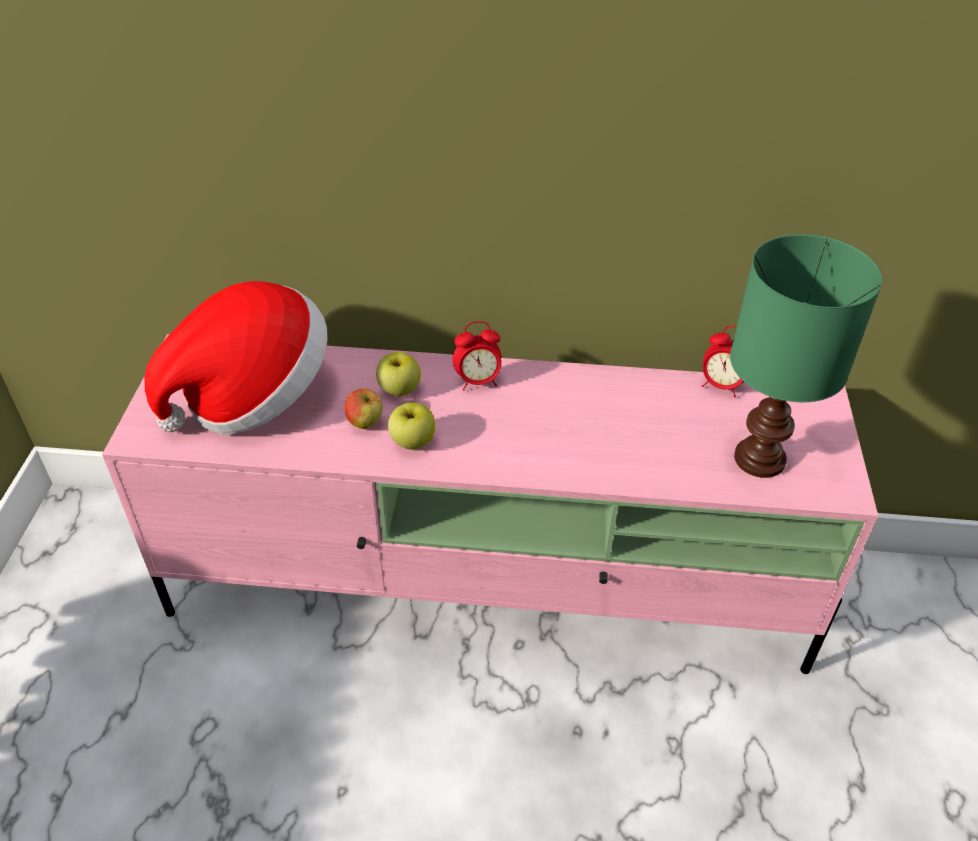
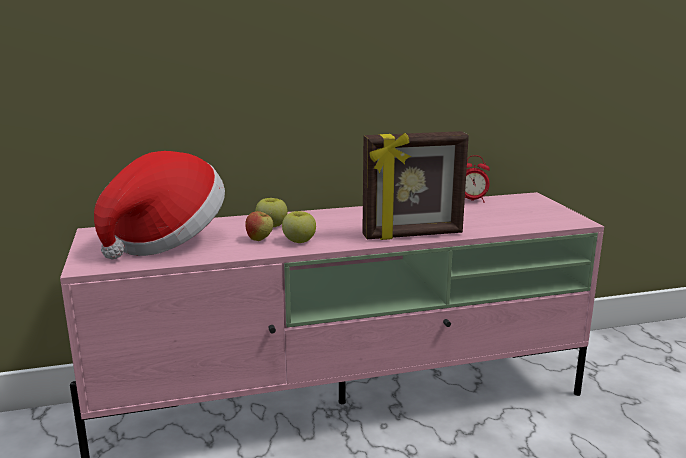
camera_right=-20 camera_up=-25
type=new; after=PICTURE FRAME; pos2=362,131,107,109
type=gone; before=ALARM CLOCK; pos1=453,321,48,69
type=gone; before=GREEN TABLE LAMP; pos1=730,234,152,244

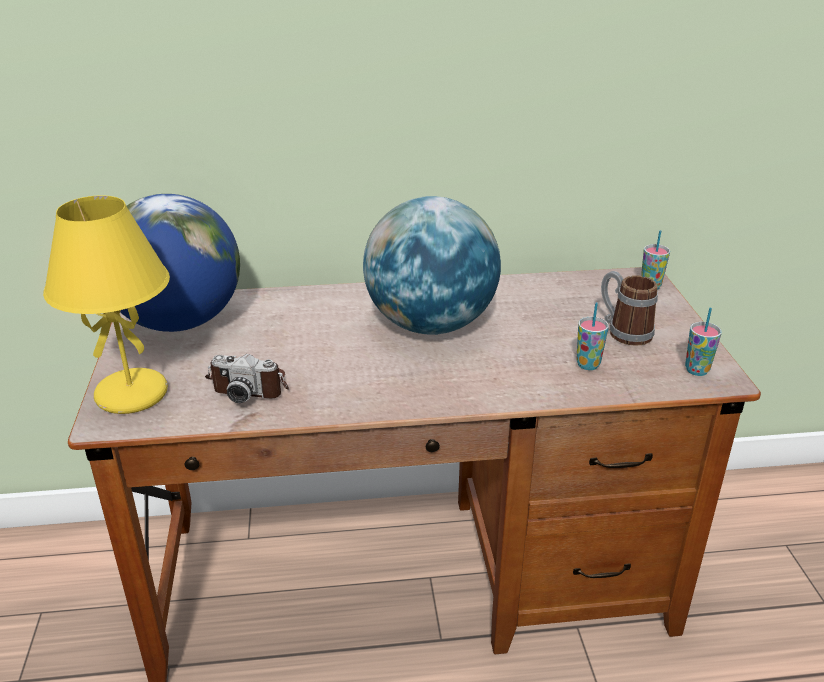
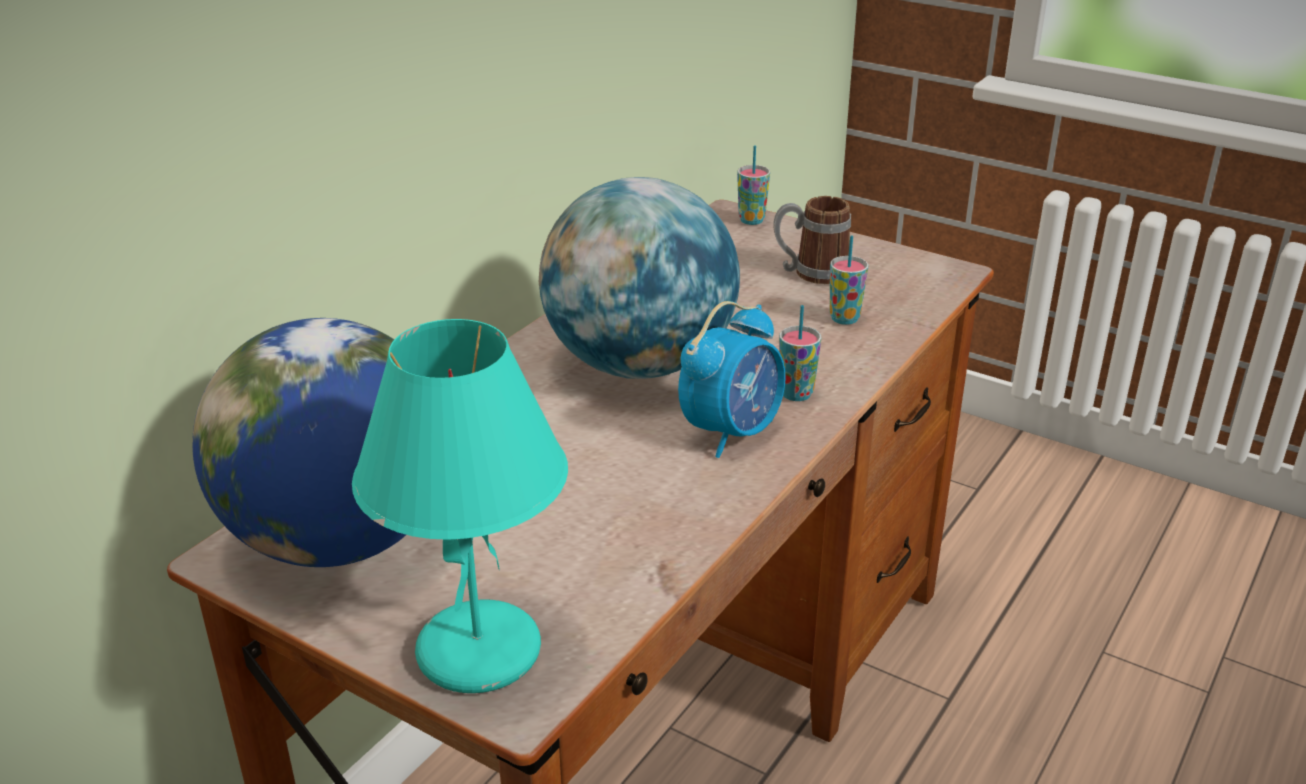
camera_right=-50 camera_up=0
type=repainted; before=YELLOW TABLE LAMP; after=TURQUOISE TABLE LAMP; pos1=43,196,127,218; pos2=352,319,216,374
type=new; after=ALARM CLOCK; pos2=678,301,108,157
type=shifted; before=CUP; pos1=685,308,37,68; pos2=779,305,42,96
type=gone; before=PHOTO CAMERA; pos1=205,354,84,49

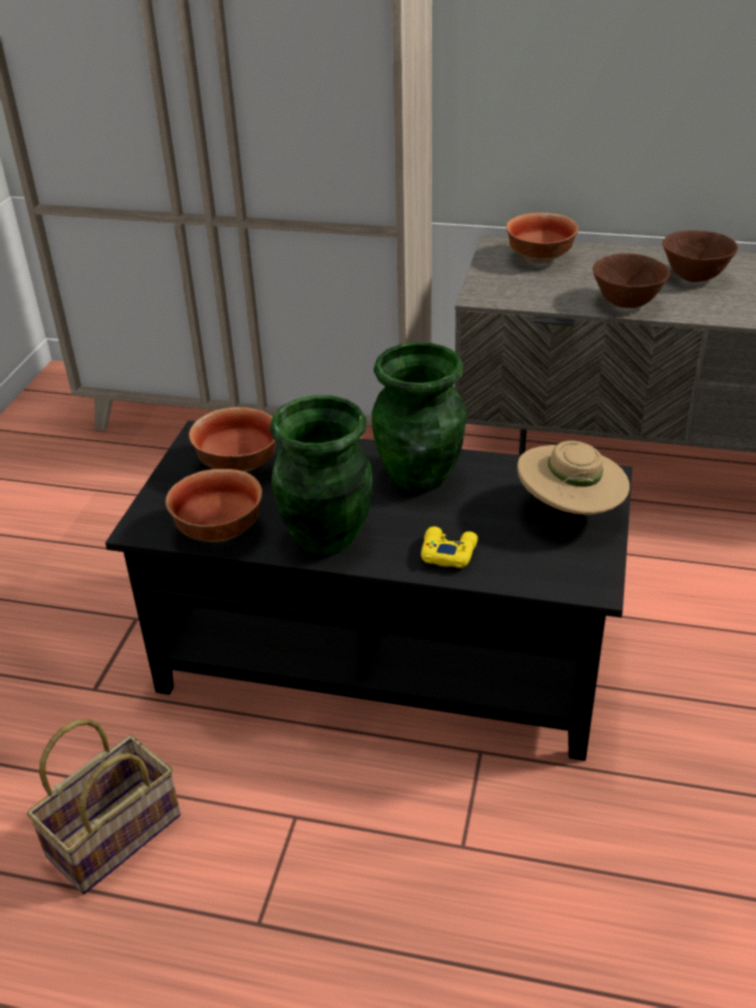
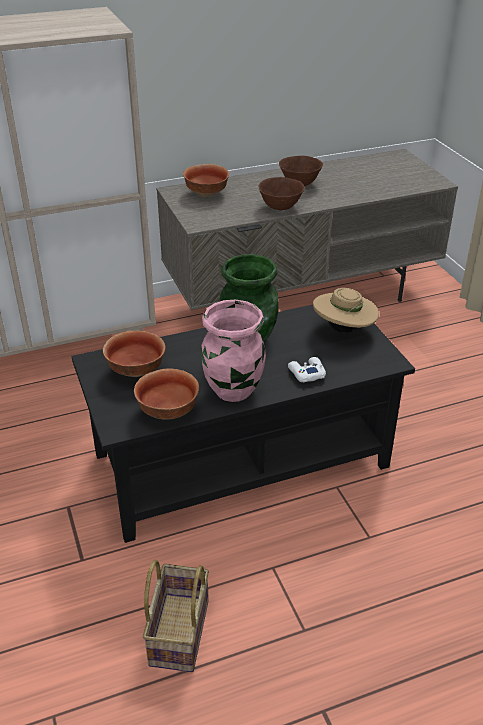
camera_right=-35 camera_up=0
type=repainted; before=GREEN VASE; after=PINK VASE; pos1=270,395,103,159; pos2=201,300,65,102
type=repainted; before=YELLOW GAME CONTROLLER; after=WHITE GAME CONTROLLER; pos1=421,527,57,41; pos2=288,357,38,25

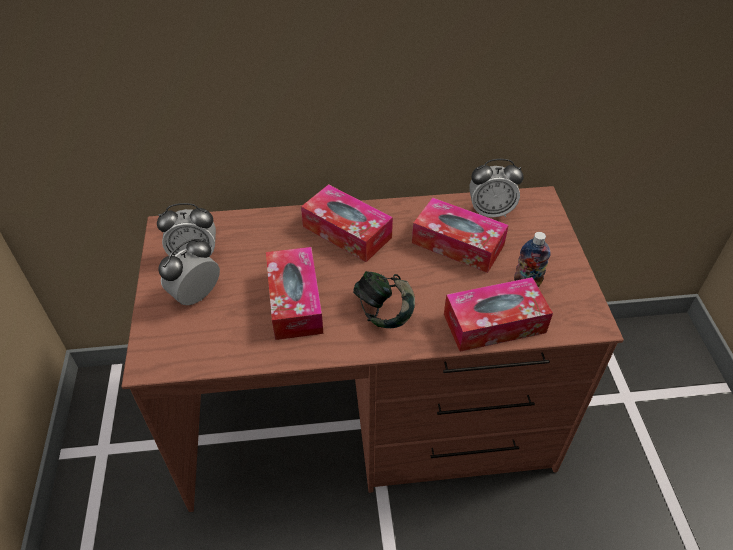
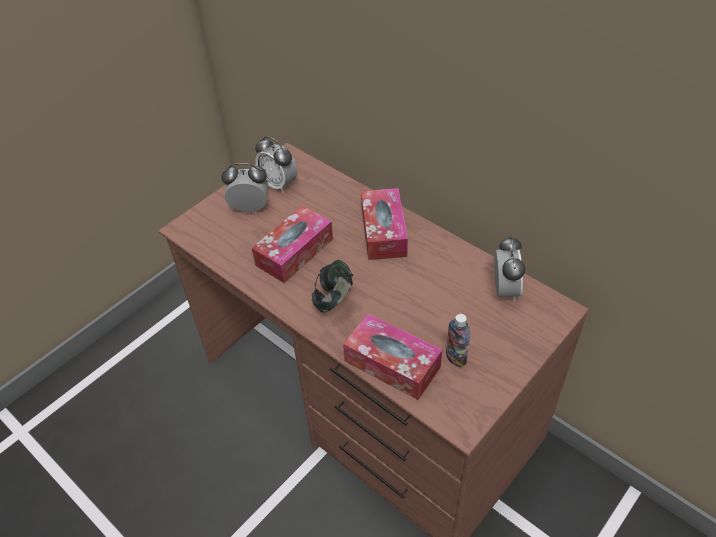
camera_right=50 camera_up=0
type=rotated; before=ALARM CLOCK; pos1=469,159,55,58; pos2=494,236,31,65; turn=-135
type=gone; before=TISSUE BOX; pos1=412,197,97,76

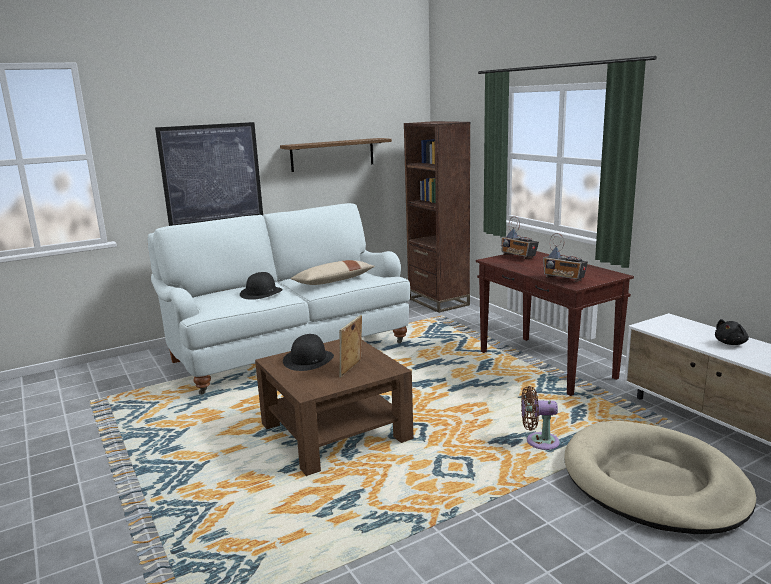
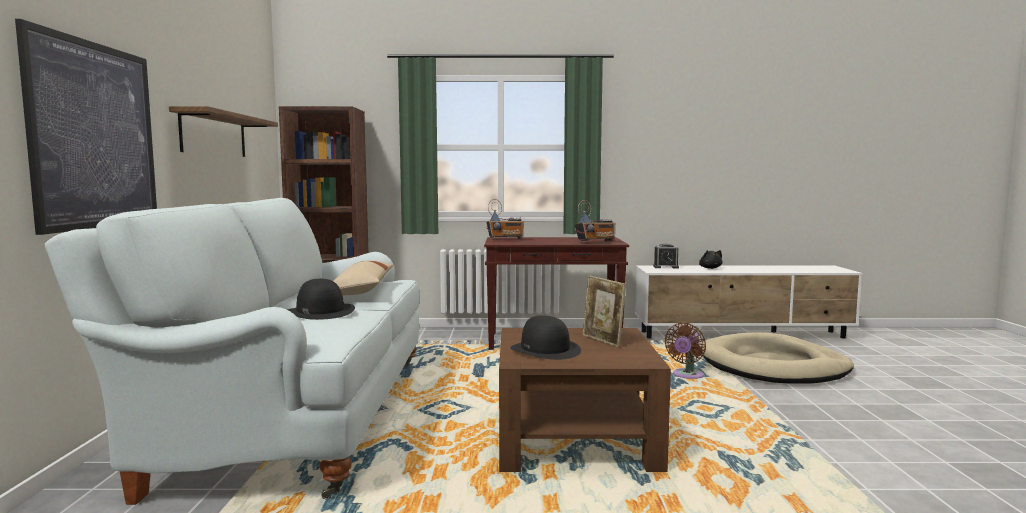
camera_right=-60 camera_up=-10
type=new; after=ALARM CLOCK; pos2=653,244,26,25

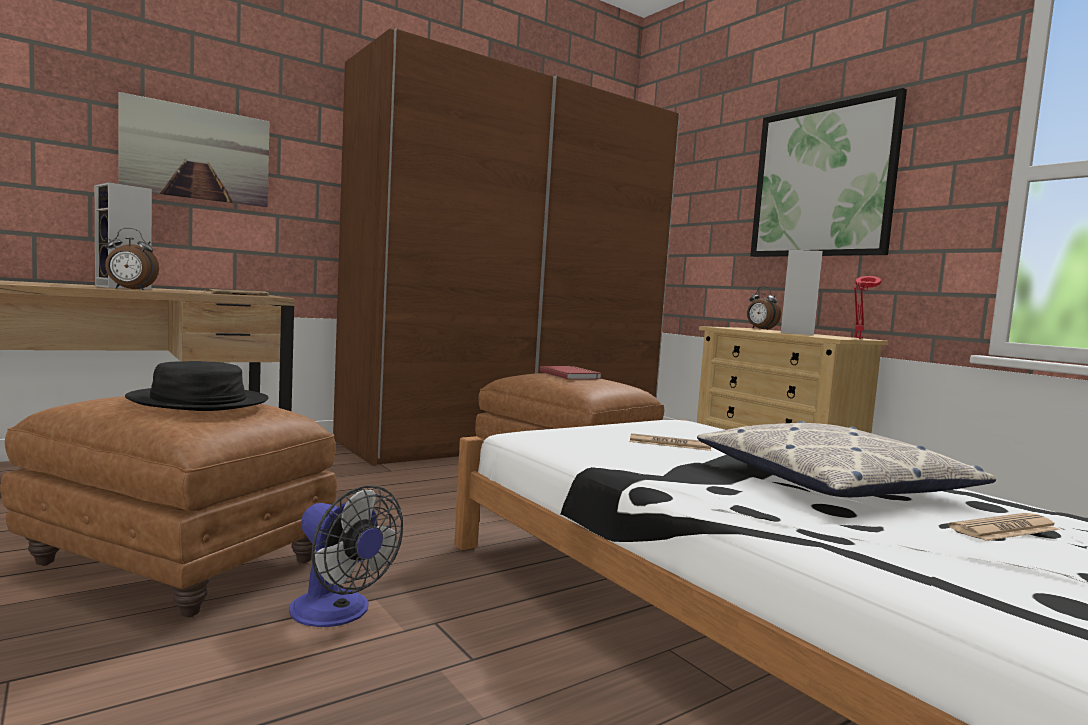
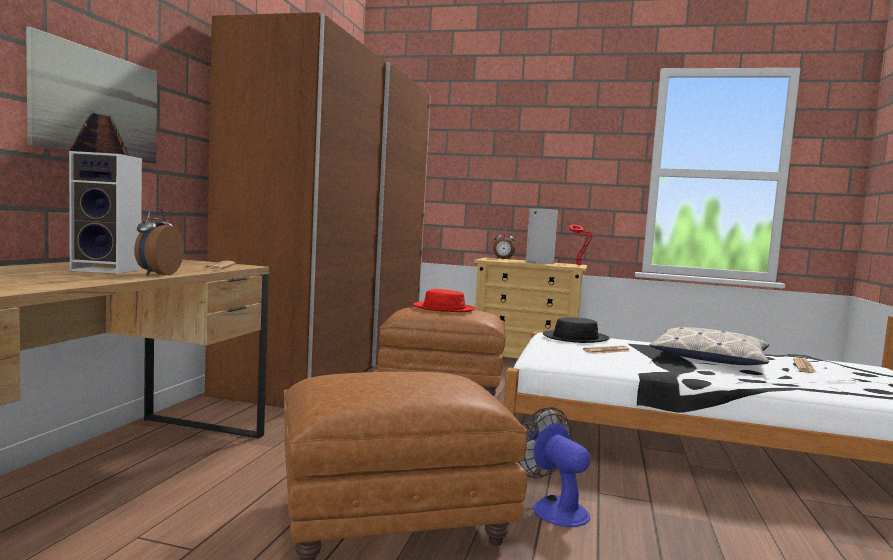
camera_right=-40 camera_up=0
type=rotated; before=ALARM CLOCK; pos1=105,228,54,62; pos2=134,207,50,69; turn=150
type=swapped; before=RED BOOK; after=RED HAT; pos1=540,366,62,13; pos2=413,289,63,23
type=rotated; before=FAN; pos1=289,485,114,142; pos2=518,407,72,120; turn=-120
type=shifted; before=BLACK HAT; pos1=125,361,144,50; pos2=543,317,67,26
type=gone; before=PICTURE; pos1=750,88,157,169

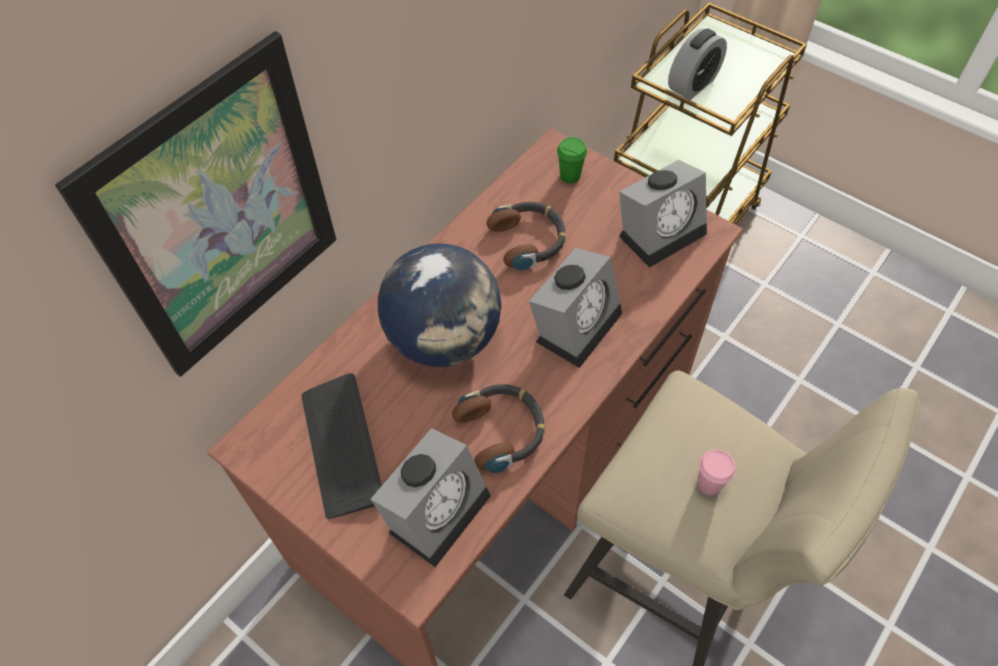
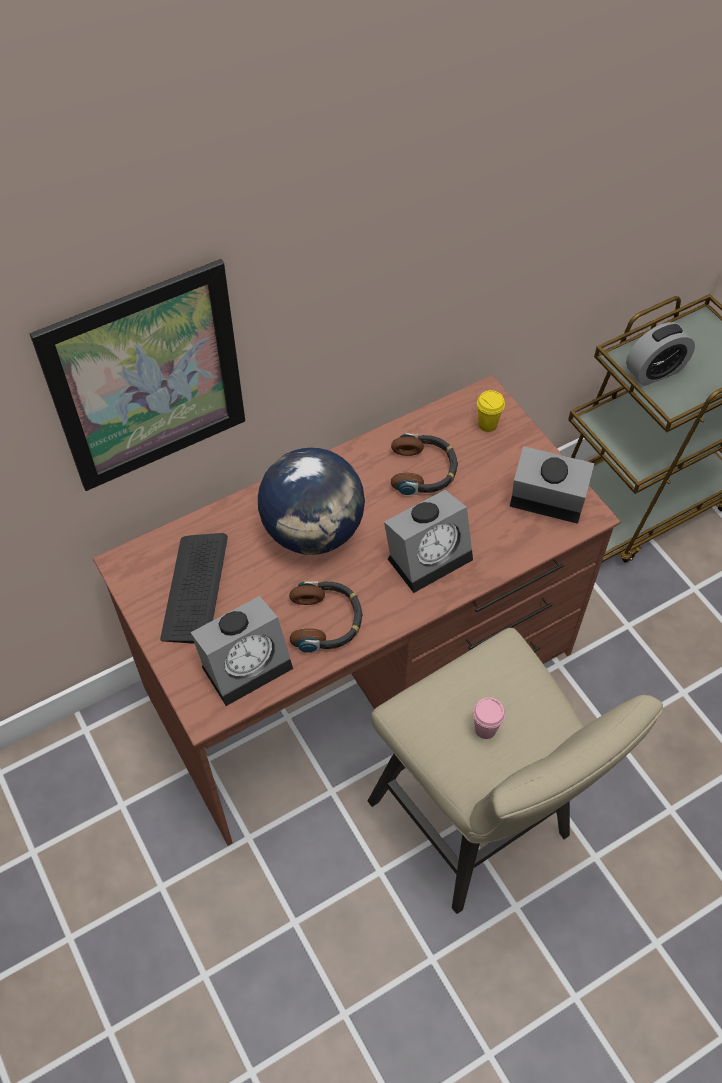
camera_right=20 camera_up=0
type=repainted; before=GREEN CUP; after=YELLOW CUP; pos1=557,137,30,46; pos2=477,390,28,42
type=rotated; before=ALARM CLOCK; pos1=619,160,88,107; pos2=510,446,84,78; turn=-150

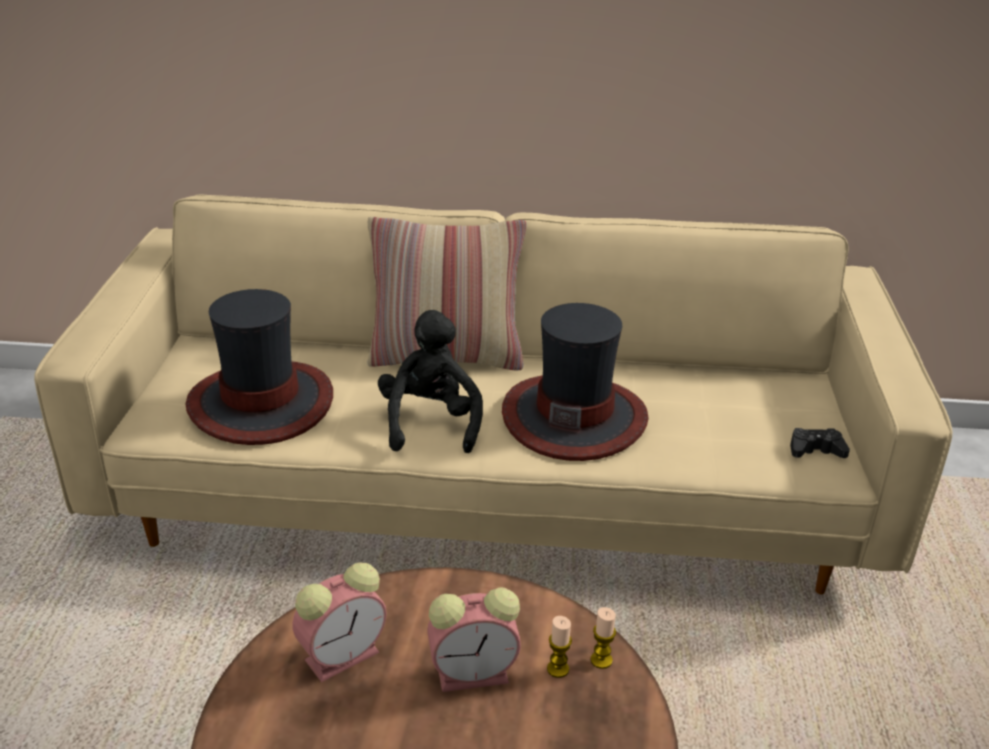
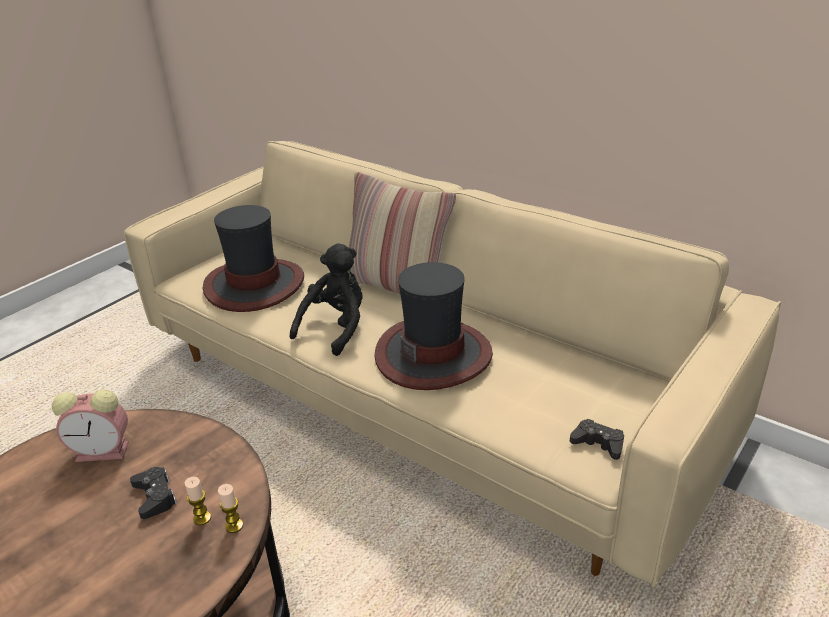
camera_right=35 camera_up=0
type=swapped; before=ALARM CLOCK; after=BLACK GAME CONTROLLER; pos1=427,587,94,105; pos2=130,467,47,52

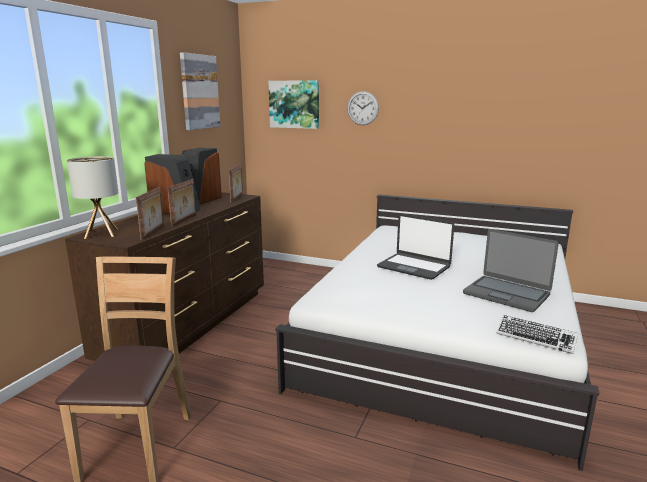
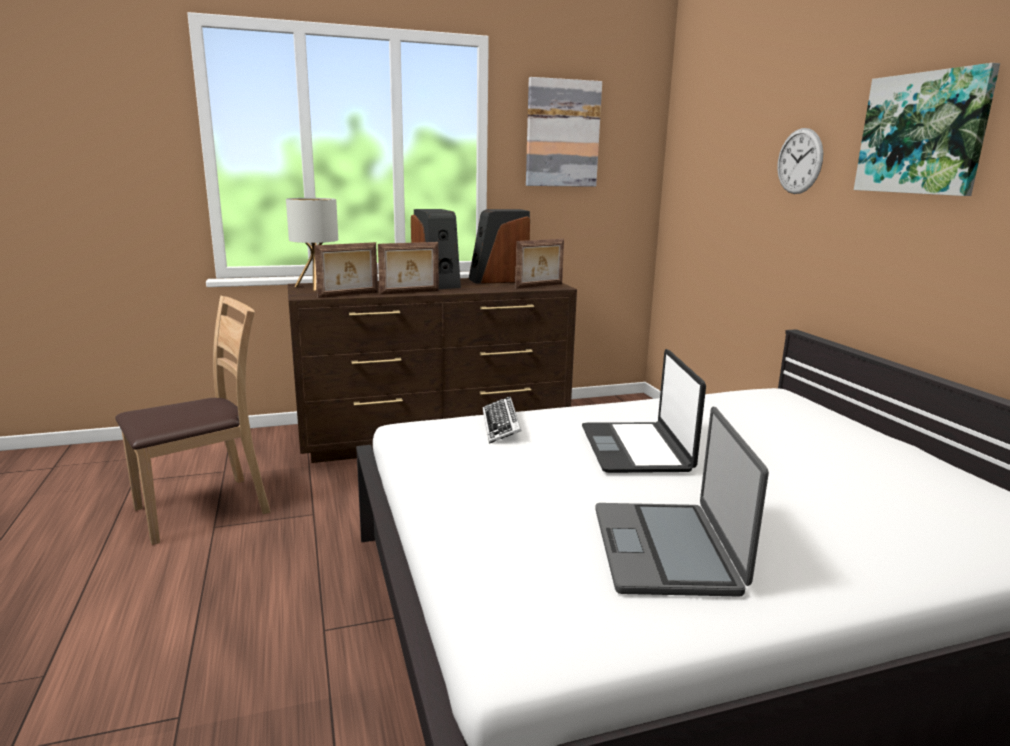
camera_right=50 camera_up=0
type=shifted; before=KEYBOARD; pos1=497,315,81,39; pos2=483,397,39,47
type=shifted; before=PICTURE; pos1=268,80,51,49; pos2=854,63,146,133

